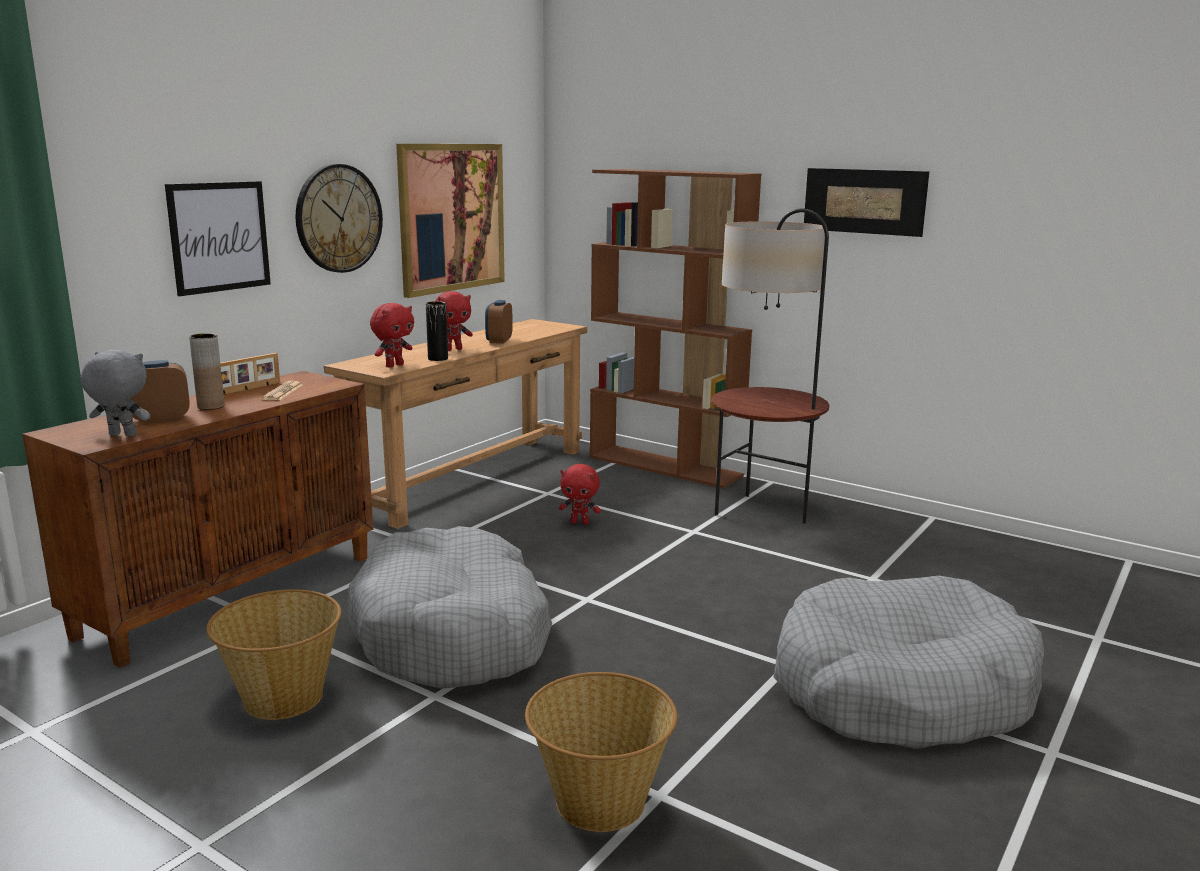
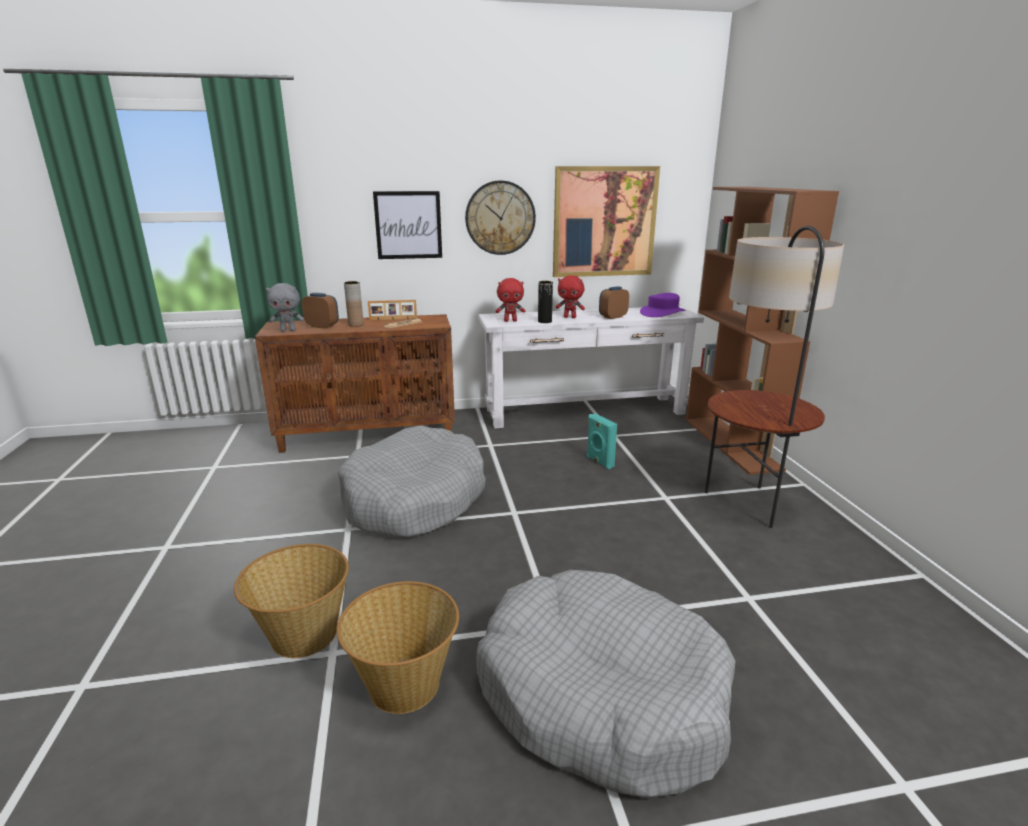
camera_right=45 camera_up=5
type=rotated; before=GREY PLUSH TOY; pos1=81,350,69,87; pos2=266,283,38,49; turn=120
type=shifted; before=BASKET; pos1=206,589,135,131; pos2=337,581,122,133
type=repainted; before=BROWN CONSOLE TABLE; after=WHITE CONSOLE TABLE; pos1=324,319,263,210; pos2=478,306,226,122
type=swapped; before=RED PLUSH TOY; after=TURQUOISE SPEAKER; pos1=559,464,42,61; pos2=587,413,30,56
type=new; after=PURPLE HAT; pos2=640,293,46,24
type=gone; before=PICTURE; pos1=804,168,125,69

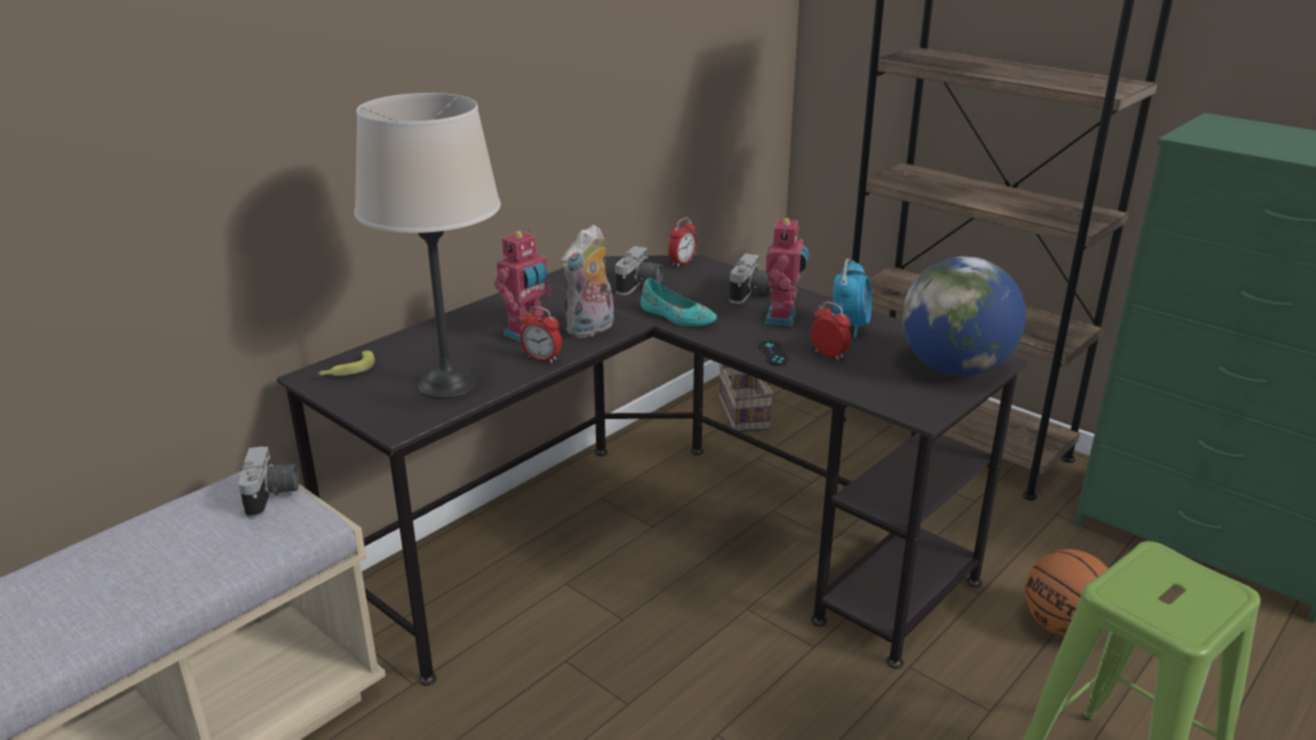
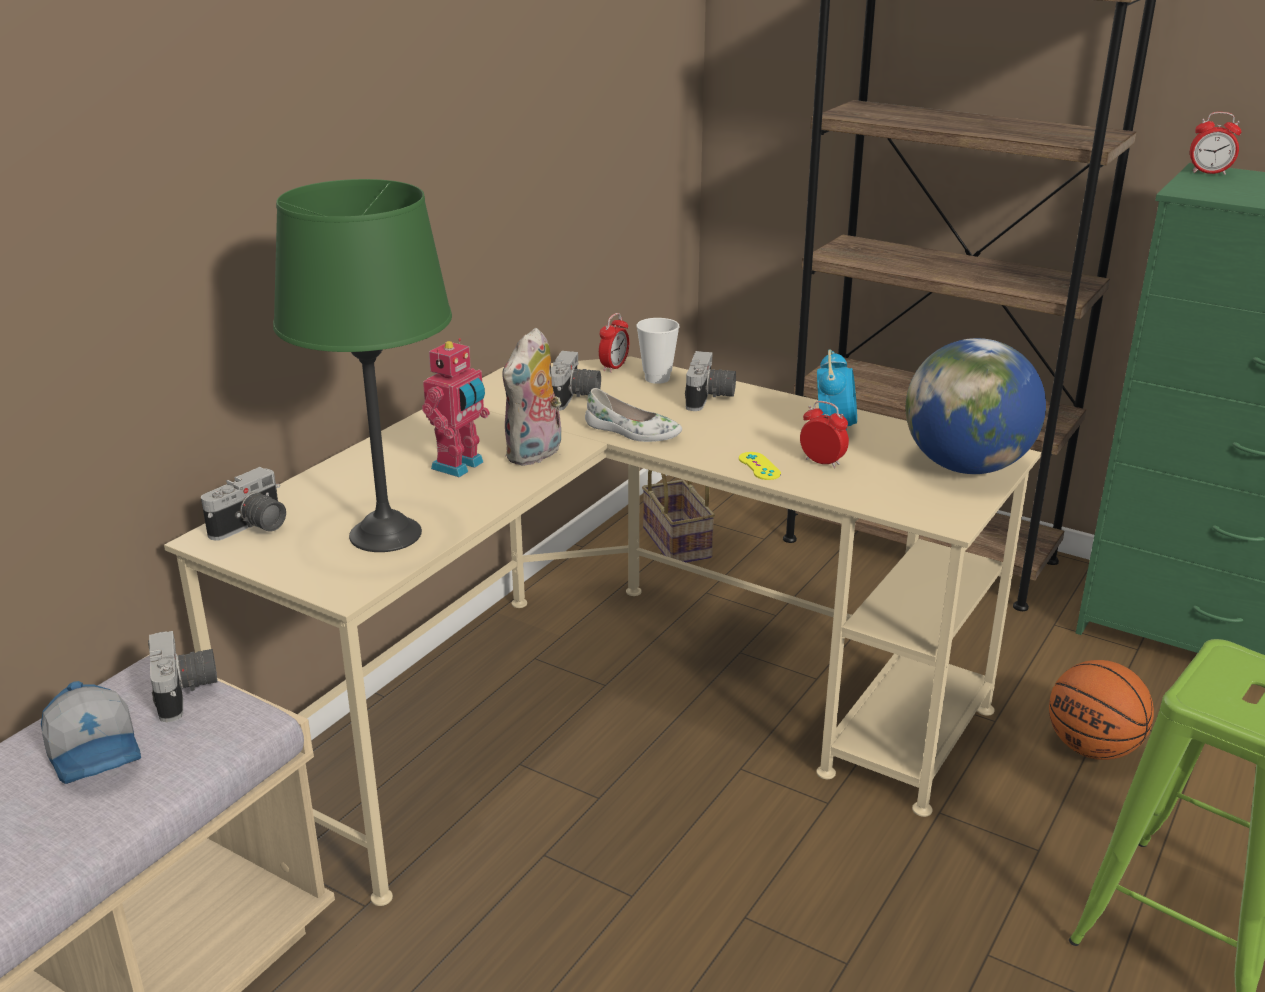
camera_right=-10 camera_up=0
type=new; after=CAP; pos2=41,681,100,103
type=repainted; before=BLACK DESK; after=BEIGE DESK; pos1=277,255,751,431; pos2=164,356,877,550
type=swapped; before=BANANA; after=PHOTO CAMERA; pos1=318,350,57,26; pos2=201,467,85,74
type=repainted; before=BEIGE TABLE LAMP; after=GREEN TABLE LAMP; pos1=354,93,147,306; pos2=273,179,179,373
type=repainted; before=TURQUOISE SHOE; after=WHITE SHOE; pos1=640,278,77,48; pos2=585,388,97,54
type=new; after=CUP; pos2=636,318,43,66
type=repainted; before=BLACK GAME CONTROLLER; after=YELLOW GAME CONTROLLER; pos1=758,341,32,25; pos2=739,452,42,28
type=shifted; before=ALARM CLOCK; pos1=520,306,42,57; pos2=1190,112,52,63
type=gone; before=TOY ROBOT; pos1=764,215,45,111

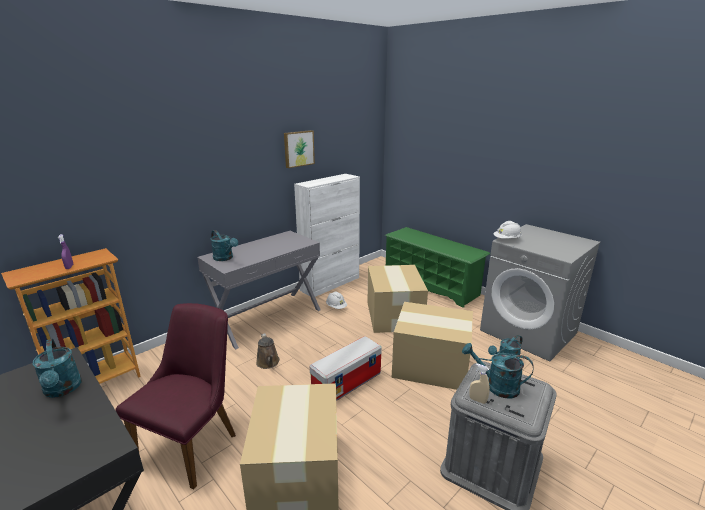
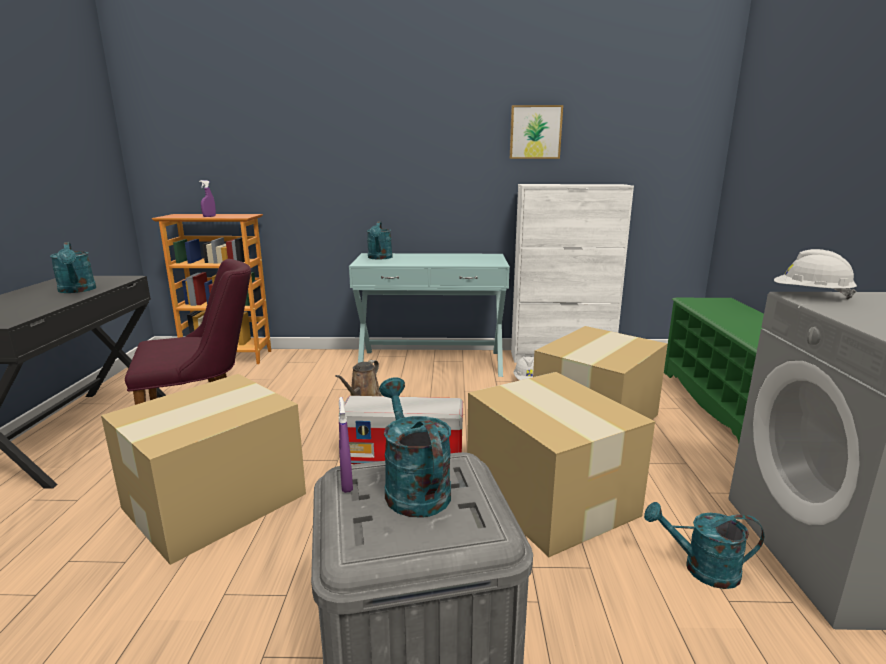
camera_right=45 camera_up=-5
type=rotated; before=TURQUOISE WATERING CAN; pos1=32,339,50,59; pos2=50,242,46,51; turn=-45
type=repainted; before=BEIGE SPRAY BOTTLE; after=PURPLE SPRAY BOTTLE; pos1=469,363,21,41; pos2=339,397,14,96
type=repainted; before=GREY CONSOLE TABLE; after=TURQUOISE CONSOLE TABLE; pos1=197,231,124,118; pos2=349,253,161,124

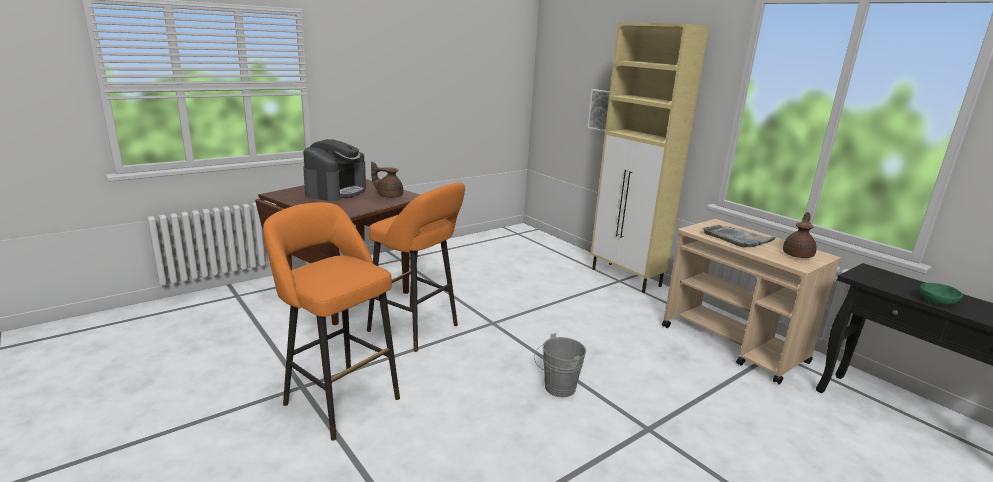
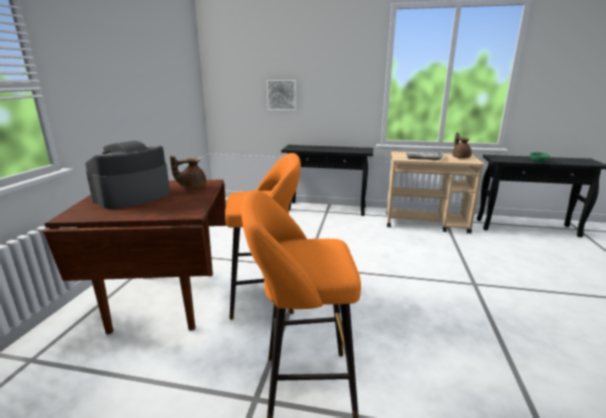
camera_right=-40 camera_up=0
type=rotated; before=COFFEE MACHINE; pos1=303,139,63,62; pos2=85,141,85,68; turn=-120
type=swapped; before=BEIGE CABINET; after=BLACK CONSOLE TABLE; pos1=591,22,118,271; pos2=281,145,92,71
type=gone; before=GREY BUCKET; pos1=534,333,52,64

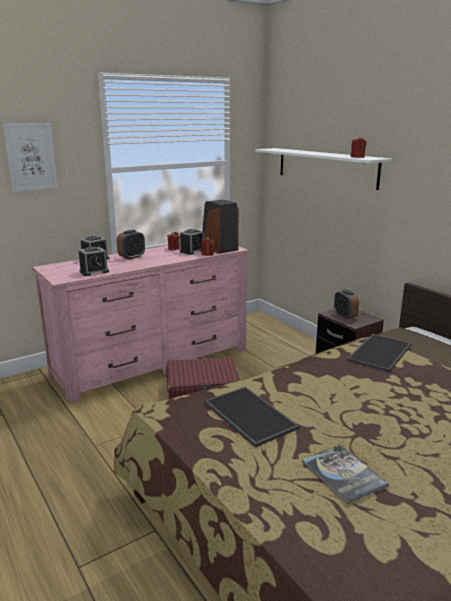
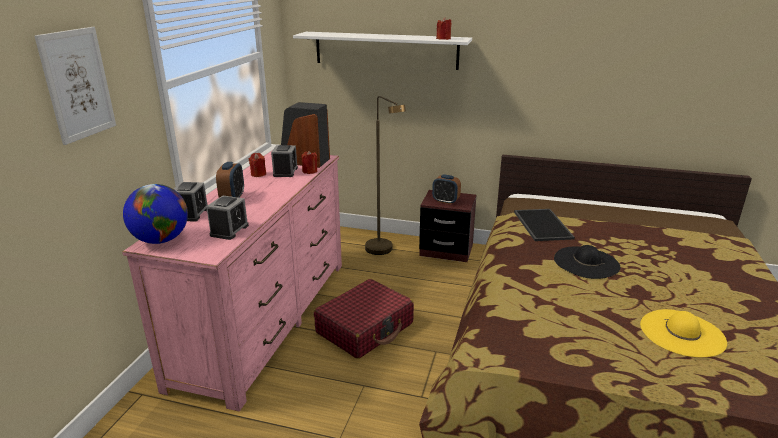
camera_right=-40 camera_up=5
type=new; after=GLOBE; pos2=123,184,65,60
type=new; after=BROWN FLOOR LAMP; pos2=365,96,41,159
type=new; after=BLACK HAT; pos2=554,245,66,34
type=swapped; before=BOOK; after=YELLOW HAT; pos1=302,445,87,59; pos2=640,309,87,48
type=gone; before=TRAY; pos1=204,387,95,60

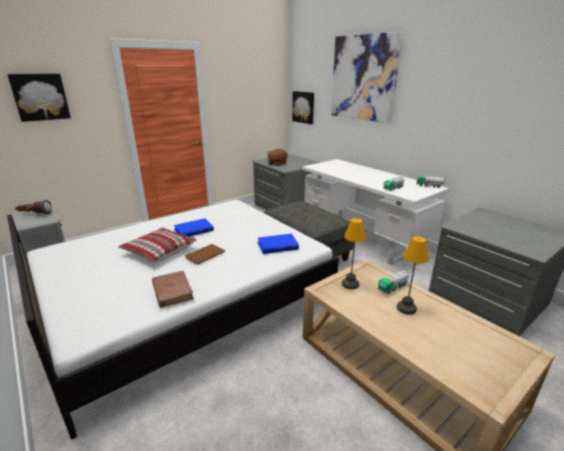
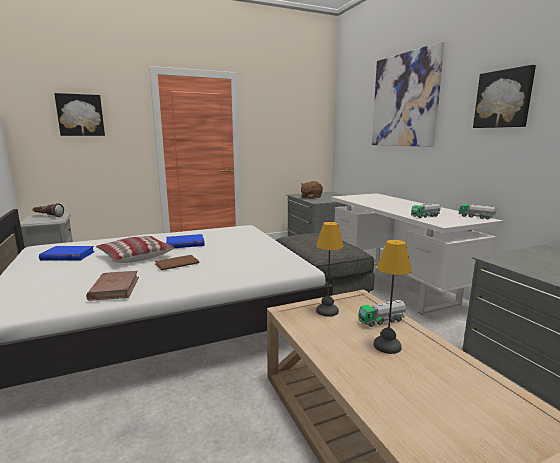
camera_right=15 camera_up=-10
type=shifted; before=BLUE BOOK; pos1=257,234,42,20; pos2=39,246,56,14
type=shifted; before=PICTURE; pos1=292,91,22,33; pos2=473,65,63,63

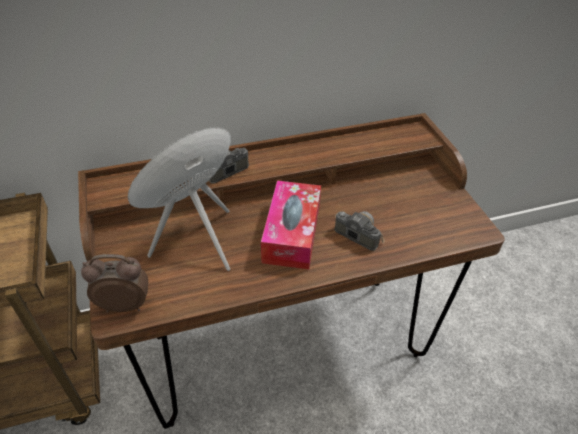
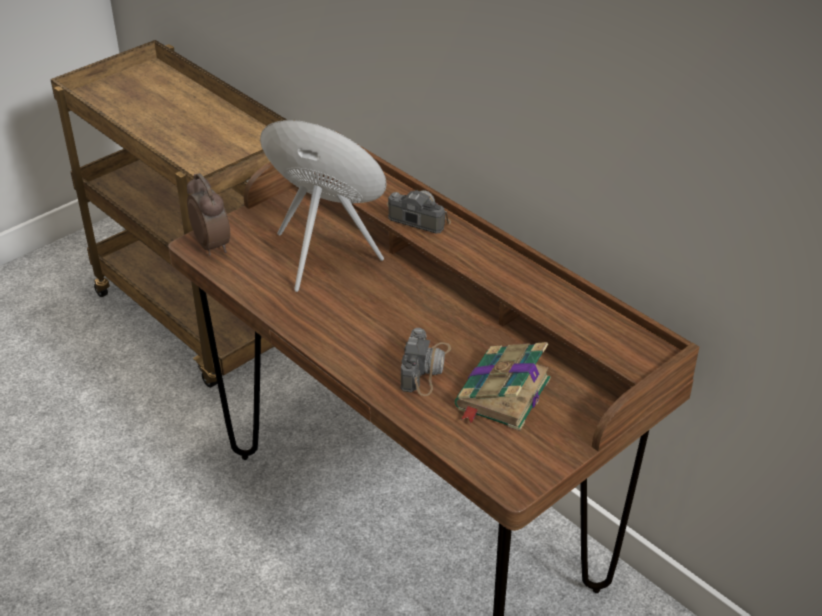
camera_right=65 camera_up=-5
type=new; after=BOOK; pos2=455,342,96,89
type=gone; before=TISSUE BOX; pos1=261,180,60,89

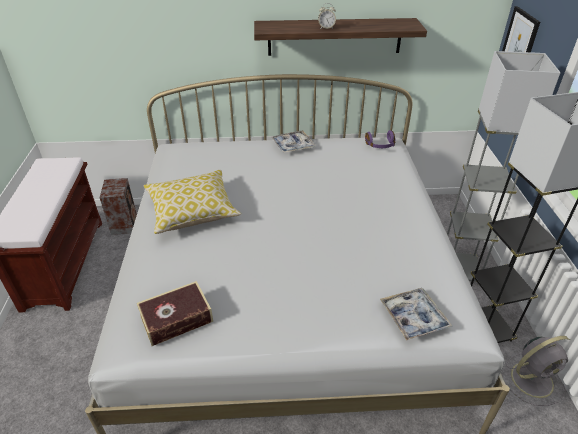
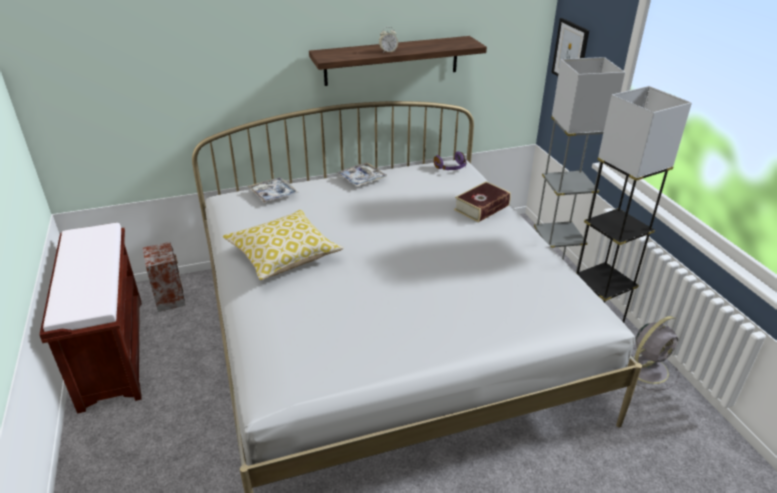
camera_right=-15 camera_up=-5
type=shifted; before=TRAY; pos1=380,288,73,53; pos2=248,177,51,26
type=shifted; before=BOOK; pos1=137,281,76,65; pos2=454,181,57,41

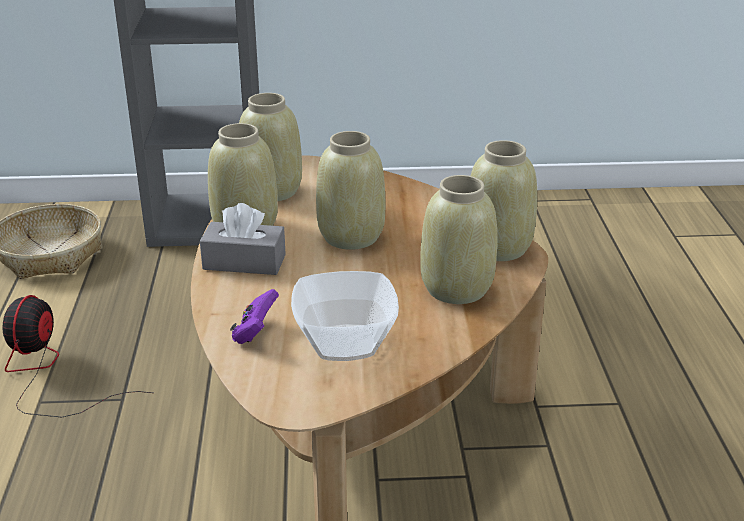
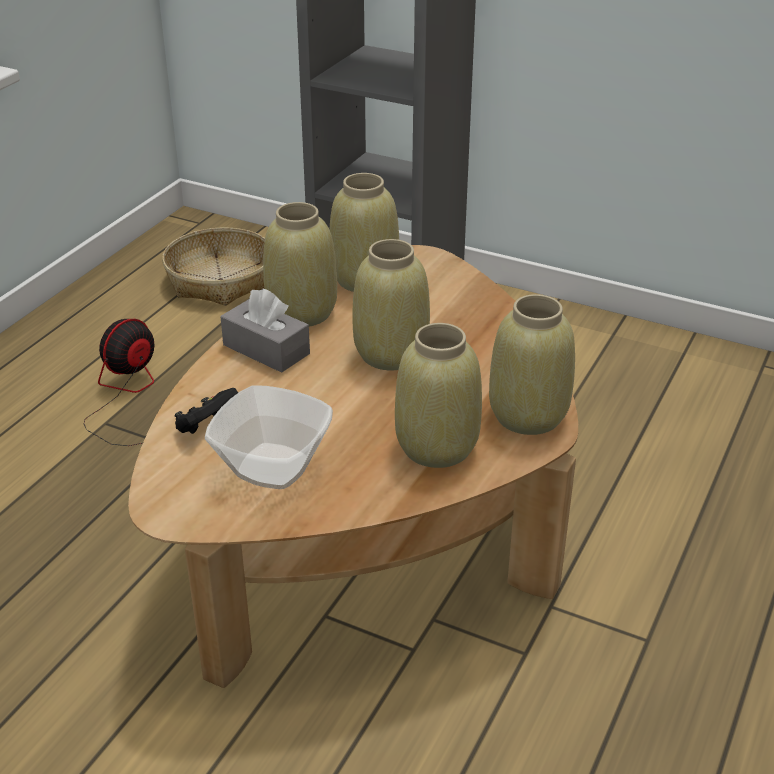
camera_right=30 camera_up=5
type=repainted; before=PURPLE GAME CONTROLLER; after=BLACK GAME CONTROLLER; pos1=230,289,49,55; pos2=174,388,64,46

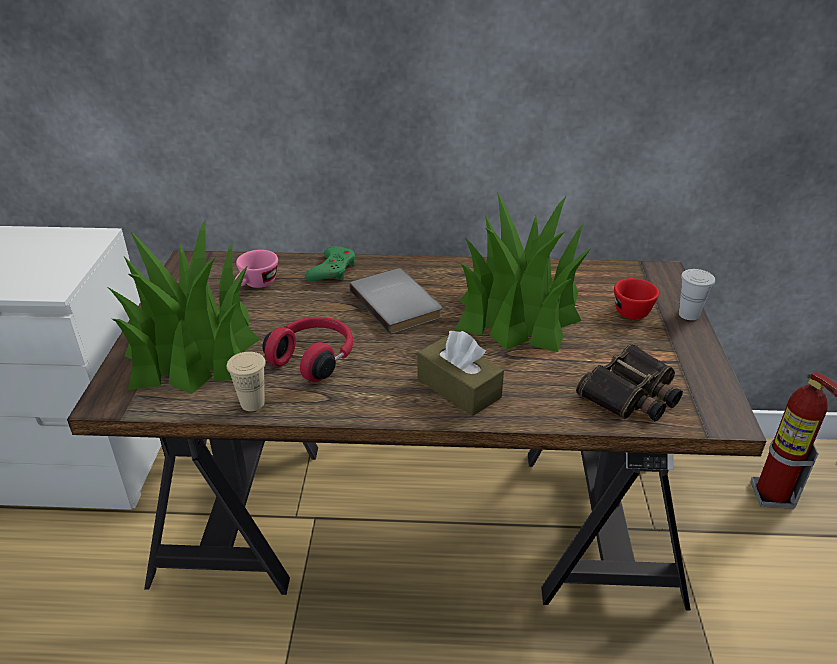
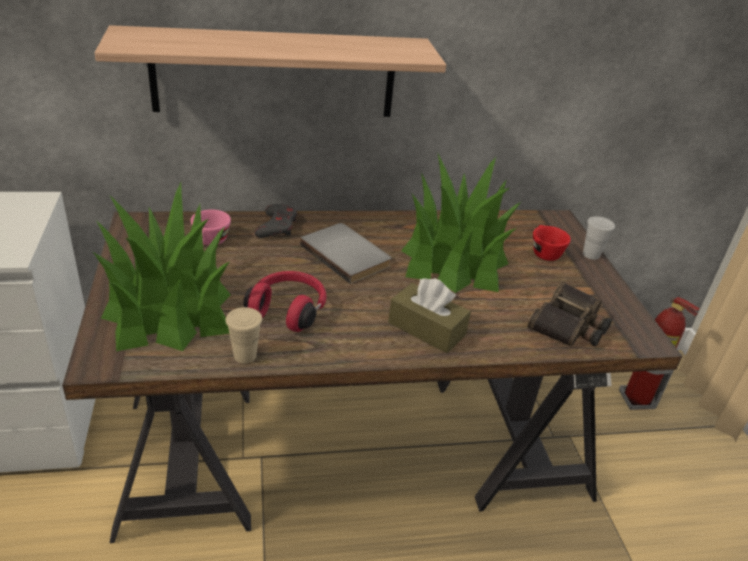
camera_right=-15 camera_up=0
type=new; after=SHELF; pos2=95,25,351,92
type=repainted; before=GREEN GAME CONTROLLER; after=GREY GAME CONTROLLER; pos1=305,246,50,36; pos2=255,204,42,34

